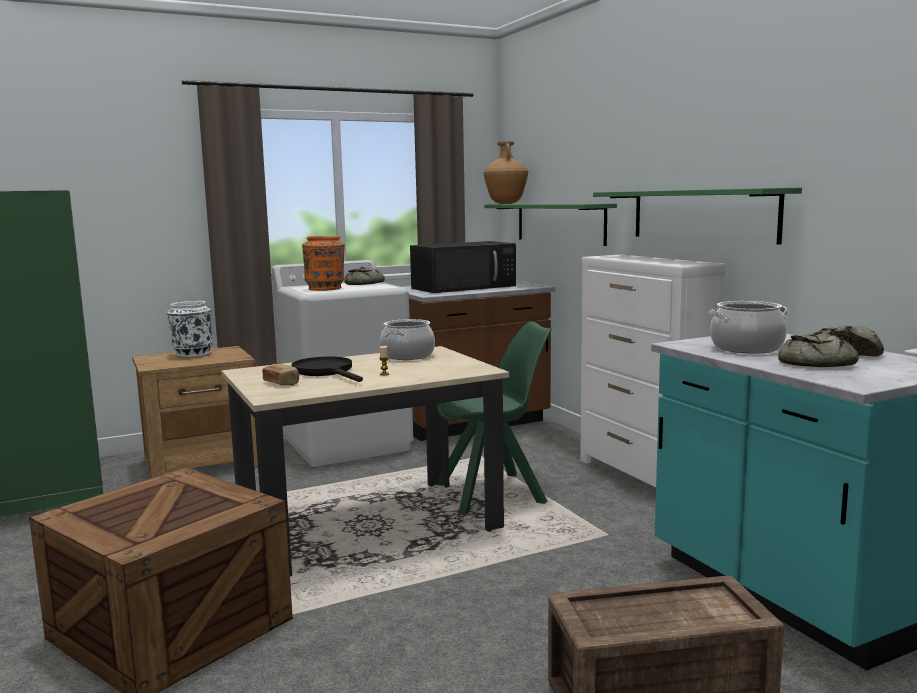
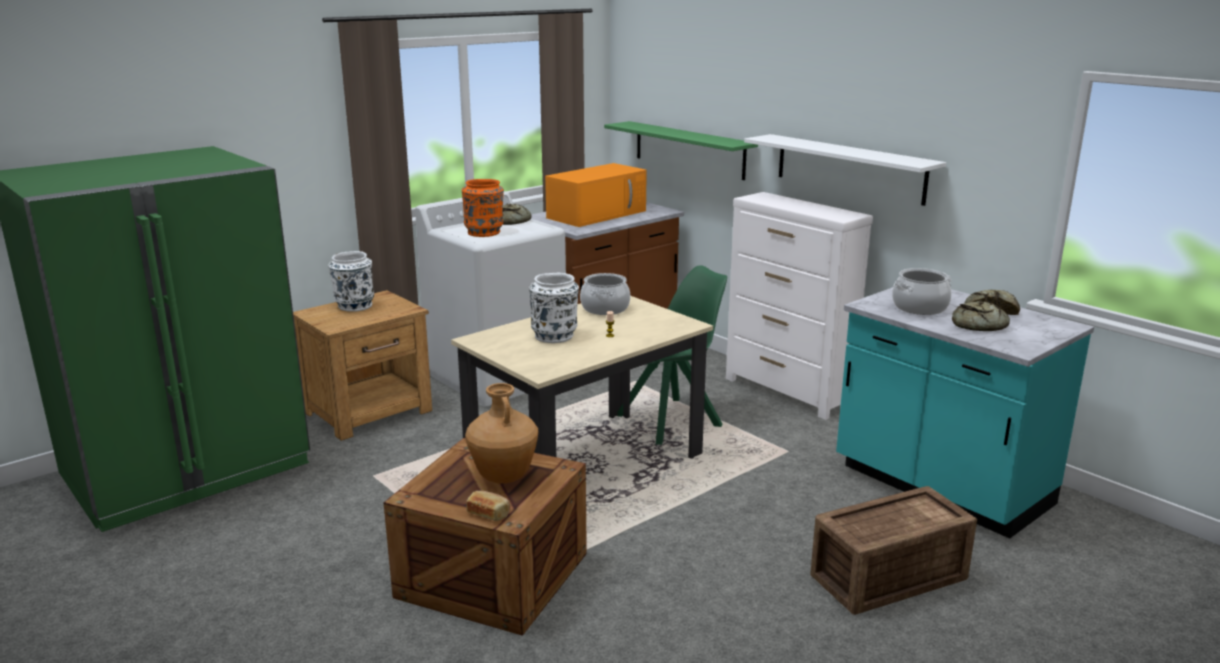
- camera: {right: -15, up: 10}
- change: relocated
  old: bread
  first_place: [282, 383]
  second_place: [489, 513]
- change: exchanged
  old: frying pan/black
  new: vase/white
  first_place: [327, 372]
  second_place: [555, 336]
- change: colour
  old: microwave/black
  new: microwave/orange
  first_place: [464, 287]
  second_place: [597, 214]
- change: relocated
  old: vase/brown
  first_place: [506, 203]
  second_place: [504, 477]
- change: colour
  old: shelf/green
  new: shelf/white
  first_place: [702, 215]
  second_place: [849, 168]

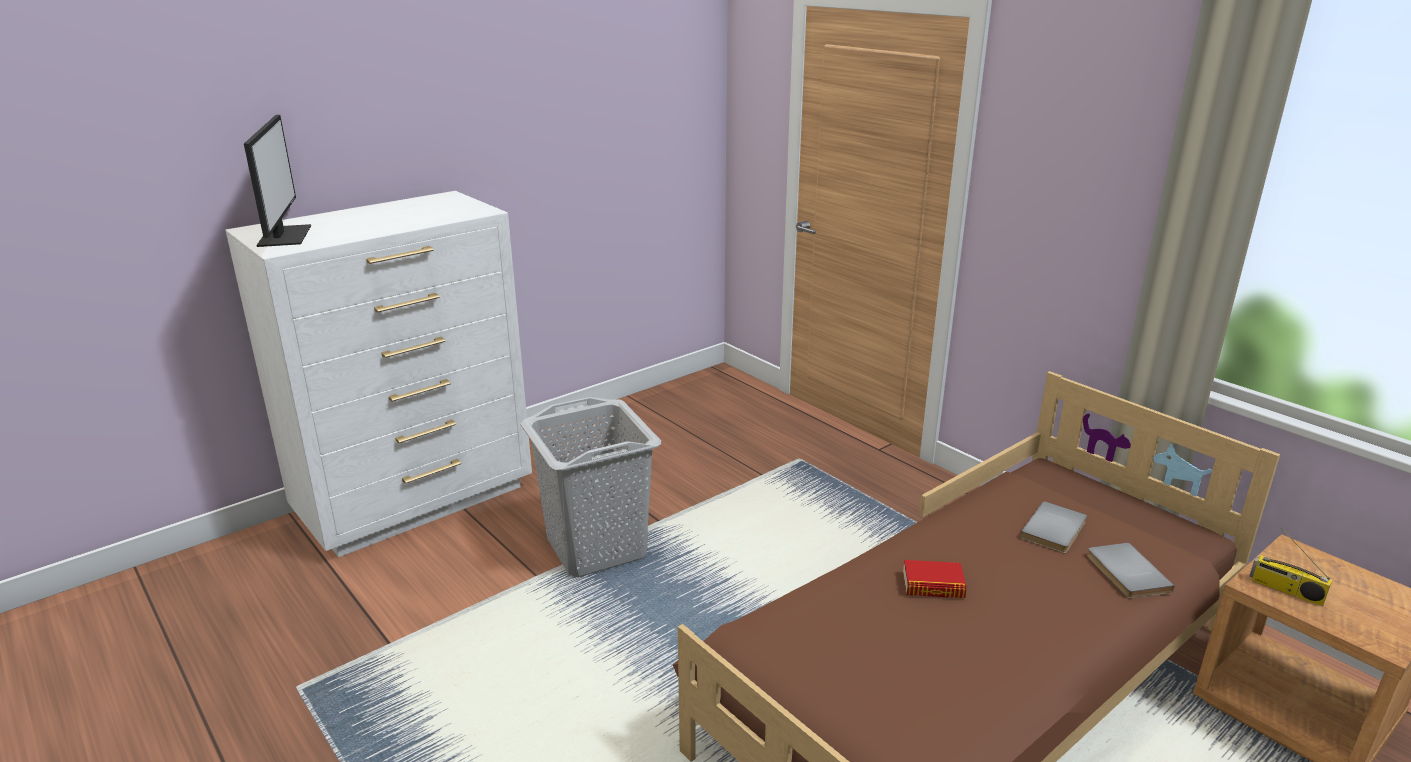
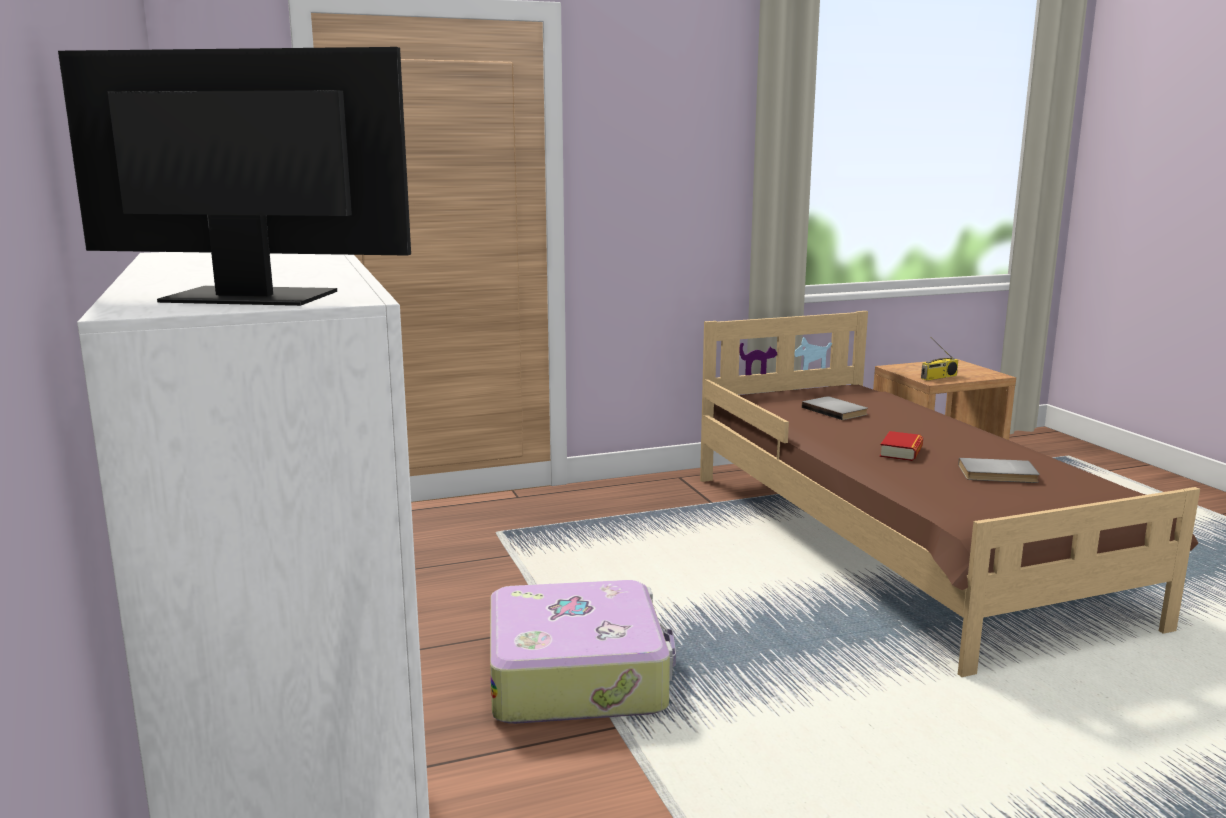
- camera: {right: -70, up: -10}
- change: exchanged
  old: laundry basket/grey
  new: suitcase
  first_place: [597, 547]
  second_place: [578, 674]
- change: relocated
  old: book/grey
  first_place: [1125, 573]
  second_place: [998, 474]

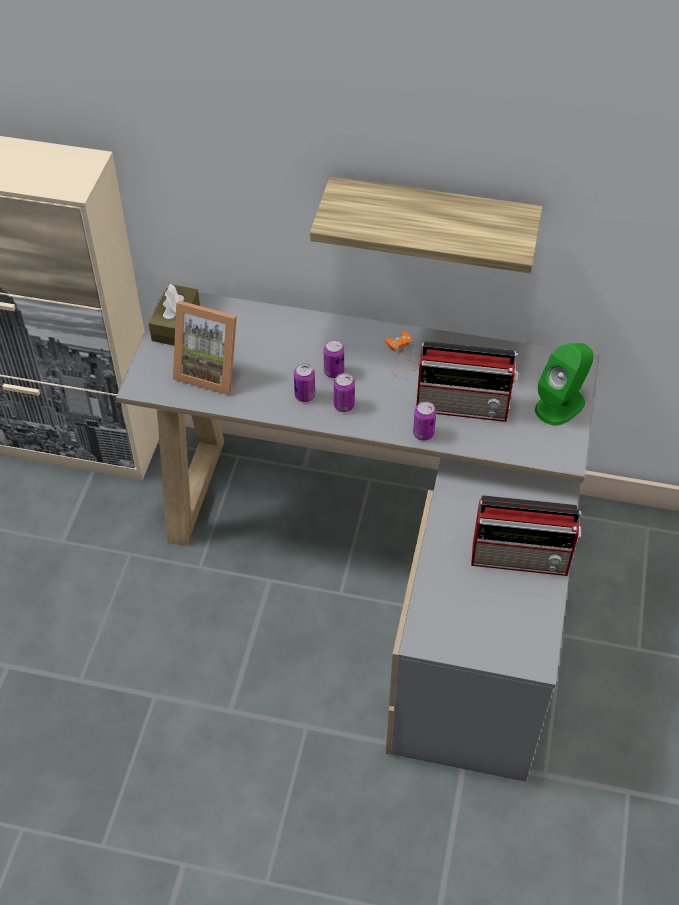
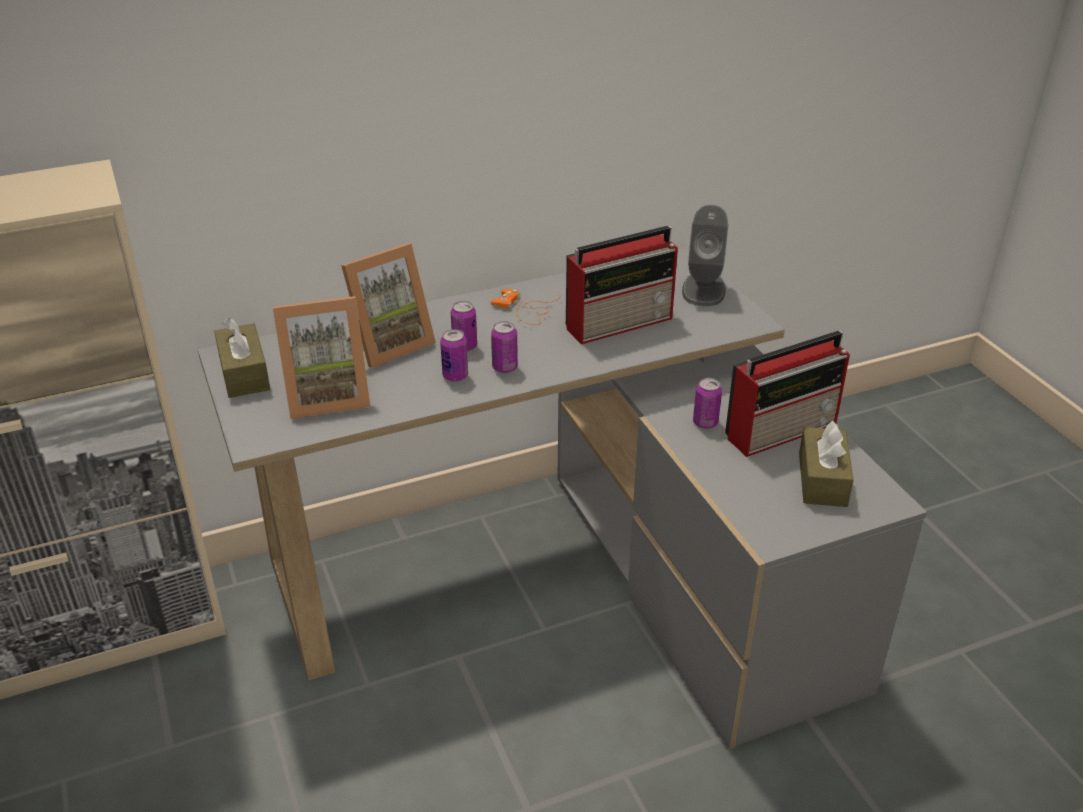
- camera: {right: -35, up: -15}
- change: missing
  old: shelf
  first_place: [432, 223]
- change: relocated
  old: can
  first_place: [423, 434]
  second_place: [705, 423]
- change: colour
  old: speaker/green
  new: speaker/grey
  first_place: [560, 405]
  second_place: [703, 289]
- change: appeared
  new: picture frame
  second_place: [388, 343]
- change: appeared
  new: tissue box/brown
  second_place: [822, 479]

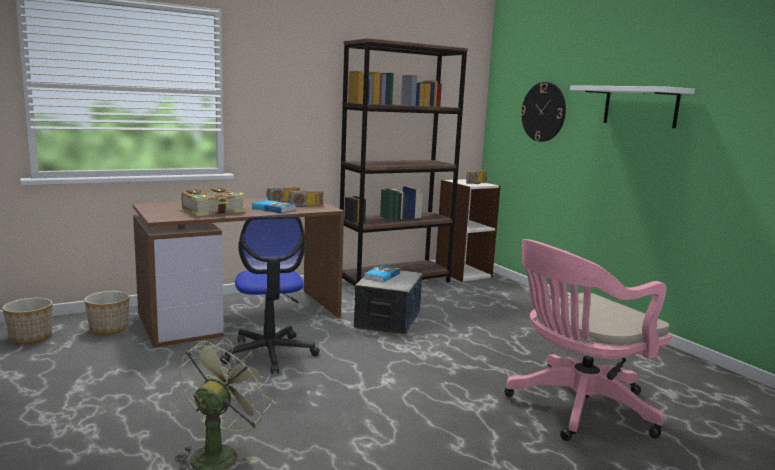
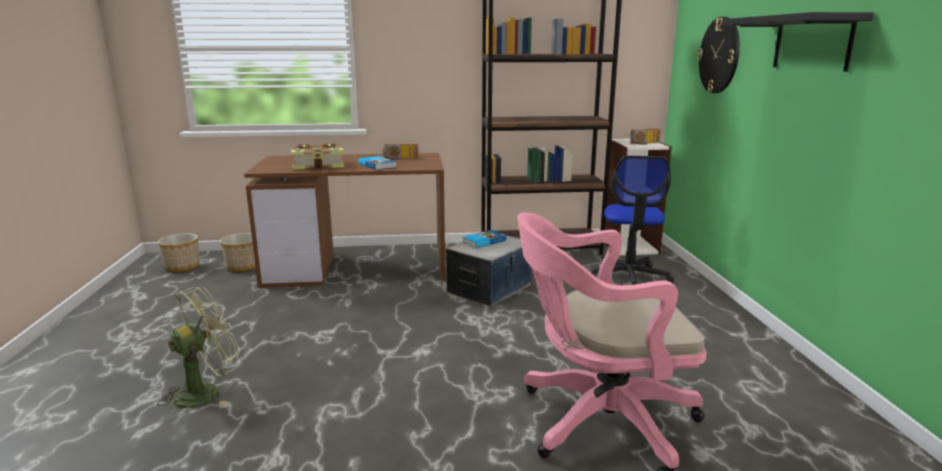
- camera: {right: 25, up: 5}
- change: relocated
  old: office chair
  first_place: [269, 353]
  second_place: [629, 277]
- change: missing
  old: radio
  first_place: [305, 206]
- change: colour
  old: shelf/white
  new: shelf/black
  first_place: [640, 106]
  second_place: [812, 43]

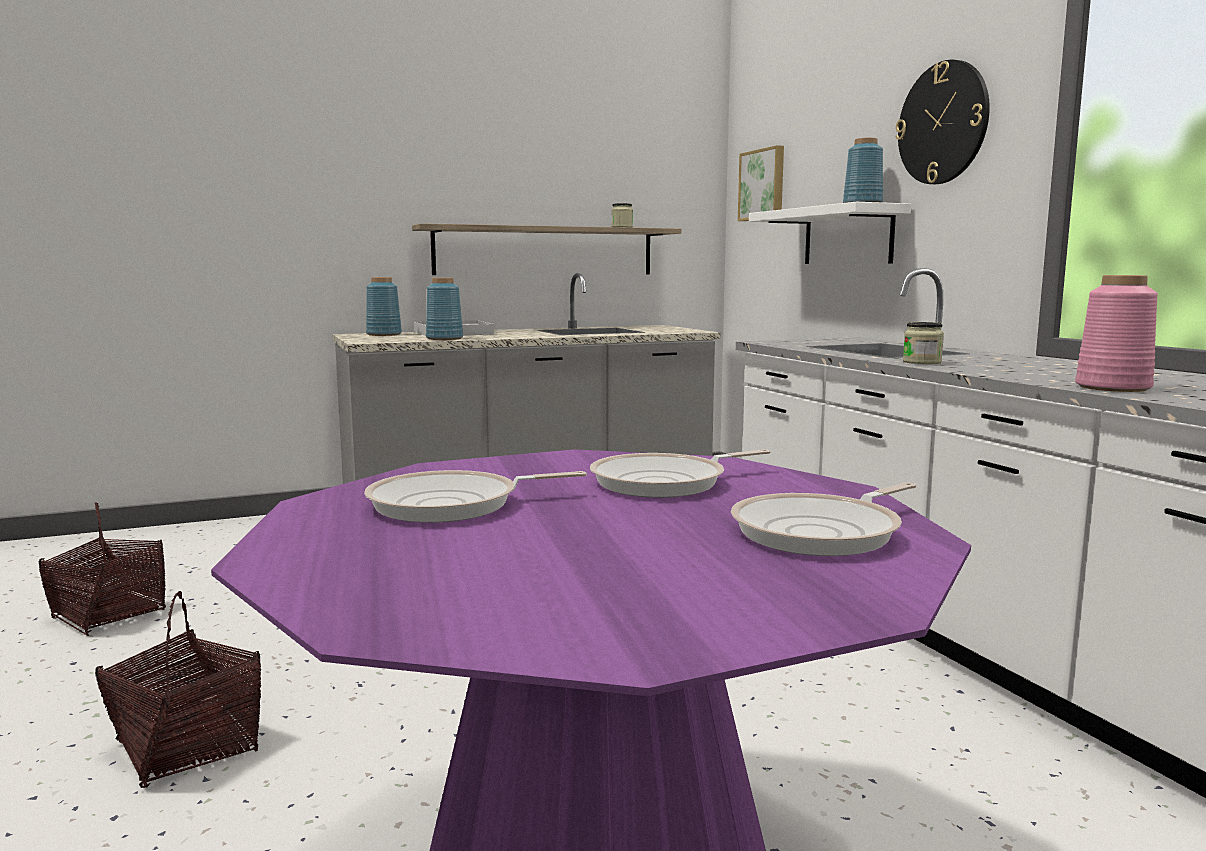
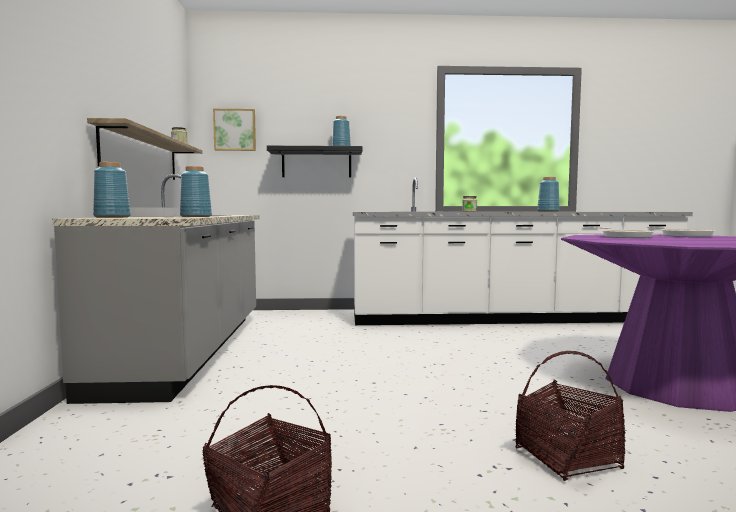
- camera: {right: -70, up: -5}
- change: missing
  old: frying pan
  first_place: [452, 505]
- change: colour
  old: shelf/white
  new: shelf/black
  first_place: [848, 236]
  second_place: [316, 163]
- change: missing
  old: wall clock
  first_place: [943, 123]
- change: colour
  old: vase/pink
  new: vase/blue
  first_place: [1114, 387]
  second_place: [548, 211]

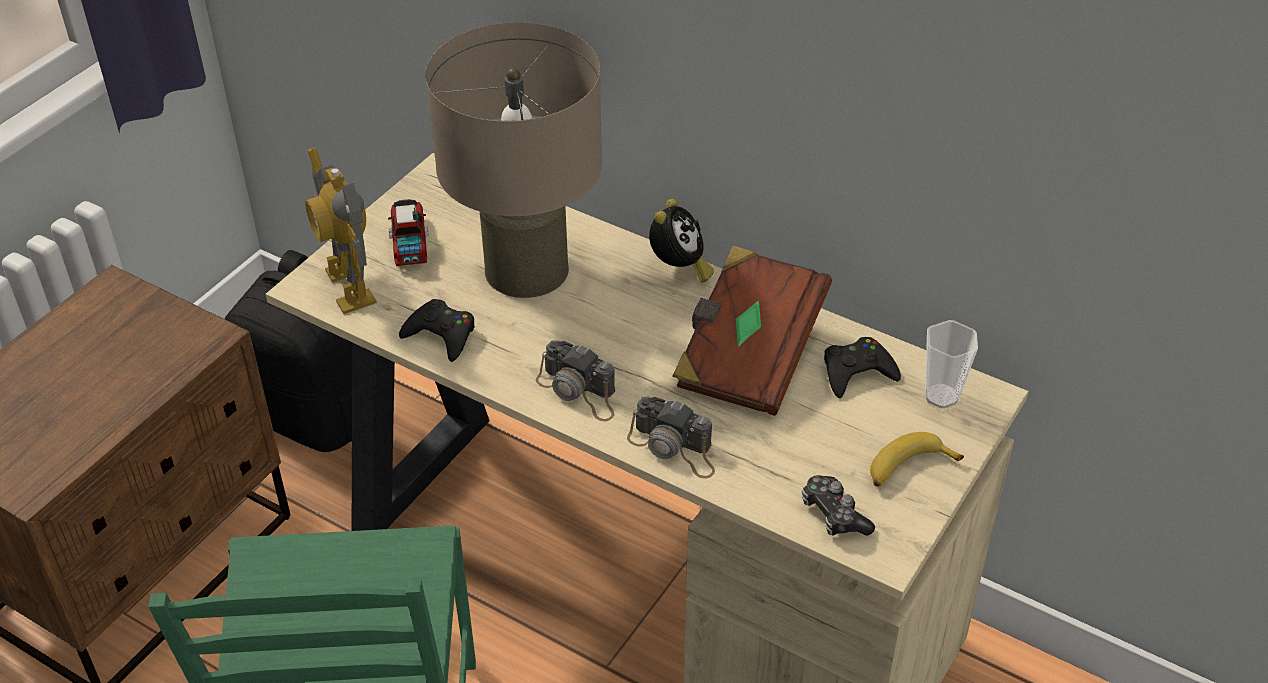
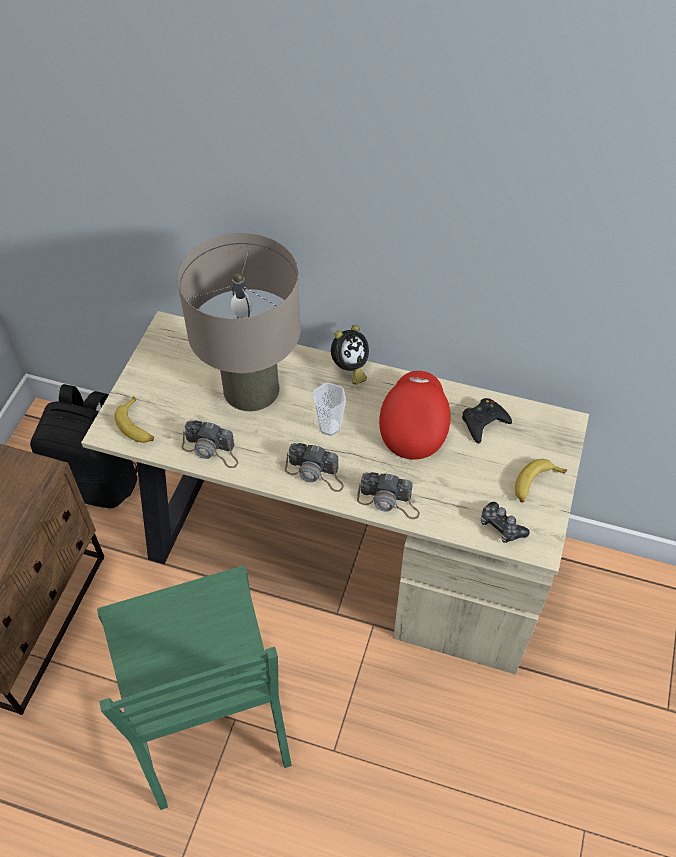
- camera: {right: -15, up: 10}
- change: exchanged
  old: toy robot
  new: banana
  first_place: [349, 287]
  second_place: [137, 426]
- change: missing
  old: toy truck
  first_place: [409, 242]
- change: exchanged
  old: game controller/black
  new: photo camera
  first_place: [441, 335]
  second_place: [211, 450]
- change: spun
  old: alarm clock
  first_place: [679, 268]
  second_place: [349, 369]
  degrees: 45
- change: exchanged
  old: book/brown
  new: cap/red
  first_place: [748, 355]
  second_place: [413, 423]
- change: relocated
  old: cup
  first_place: [941, 396]
  second_place: [329, 427]

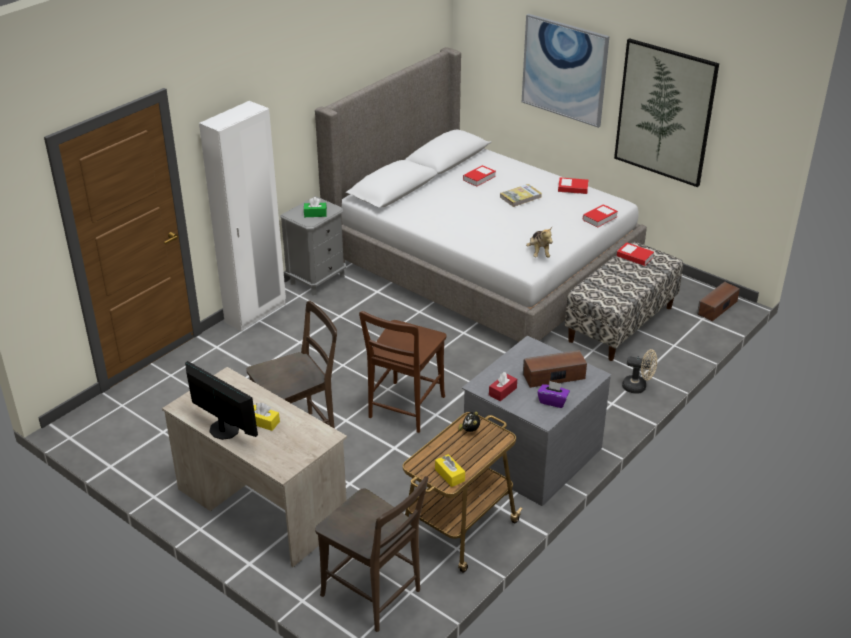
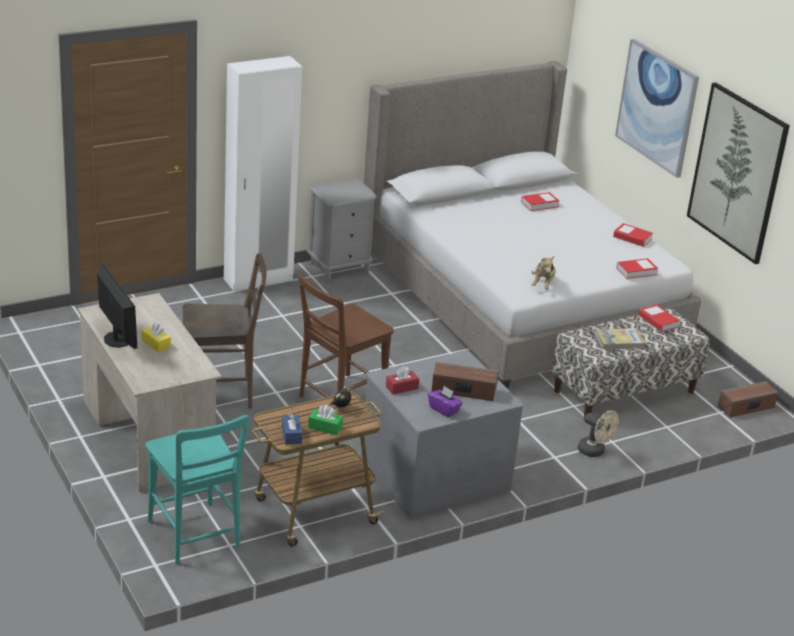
- camera: {right: 20, up: -5}
- change: relocated
  old: tissue box/green
  first_place: [315, 214]
  second_place: [325, 427]
- change: colour
  old: chair/brown
  new: chair/turquoise
  first_place: [375, 595]
  second_place: [195, 537]
- change: colour
  old: tissue box/yellow
  new: tissue box/blue
  first_place: [449, 475]
  second_place: [291, 435]
- change: relocated
  old: book
  first_place: [520, 197]
  second_place: [619, 341]

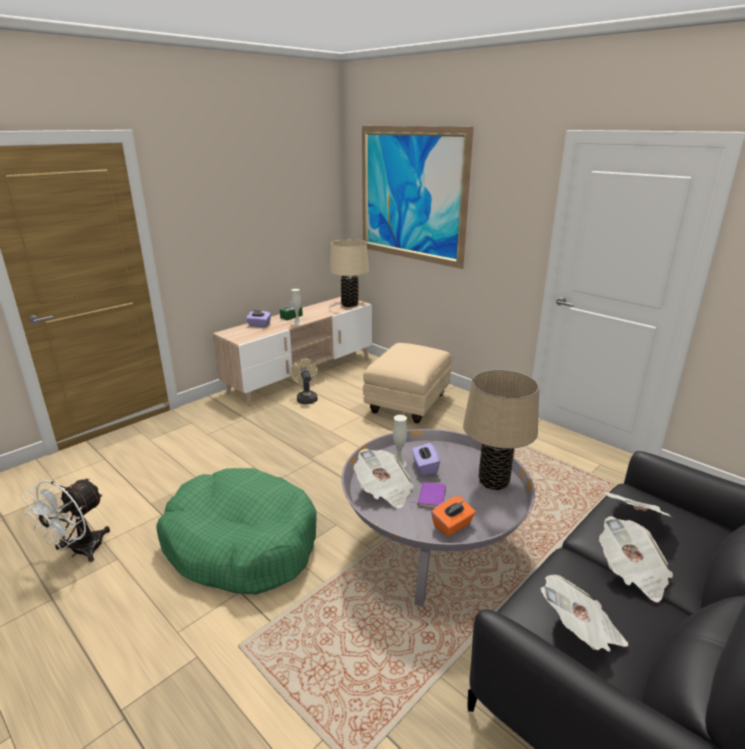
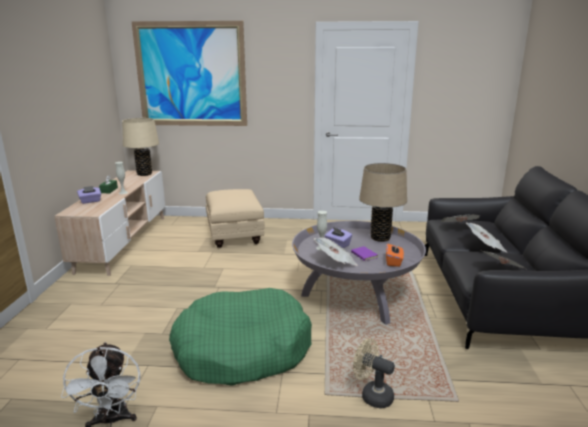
- camera: {right: -40, up: -5}
- change: relocated
  old: fan/beige
  first_place: [306, 398]
  second_place: [372, 395]

